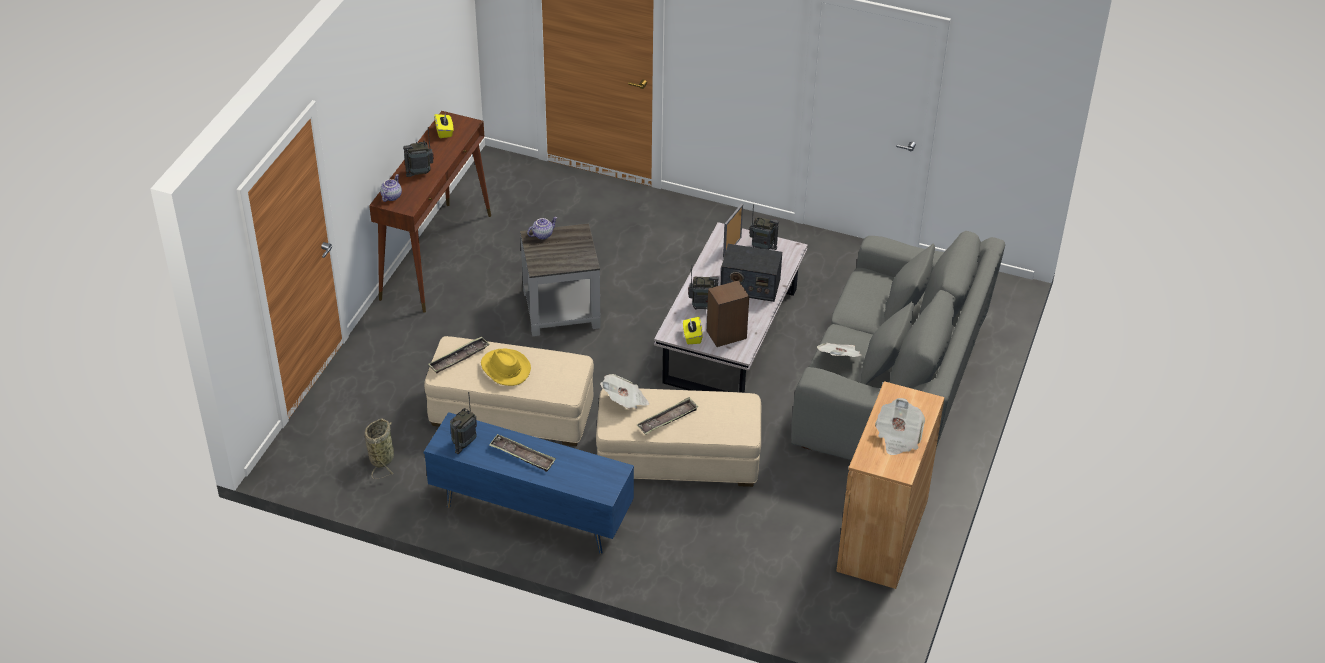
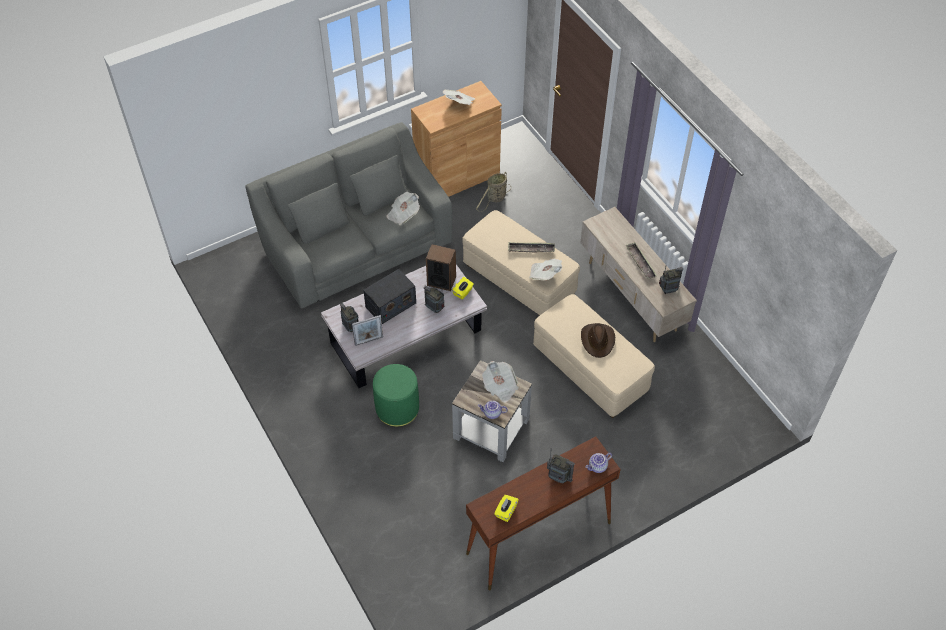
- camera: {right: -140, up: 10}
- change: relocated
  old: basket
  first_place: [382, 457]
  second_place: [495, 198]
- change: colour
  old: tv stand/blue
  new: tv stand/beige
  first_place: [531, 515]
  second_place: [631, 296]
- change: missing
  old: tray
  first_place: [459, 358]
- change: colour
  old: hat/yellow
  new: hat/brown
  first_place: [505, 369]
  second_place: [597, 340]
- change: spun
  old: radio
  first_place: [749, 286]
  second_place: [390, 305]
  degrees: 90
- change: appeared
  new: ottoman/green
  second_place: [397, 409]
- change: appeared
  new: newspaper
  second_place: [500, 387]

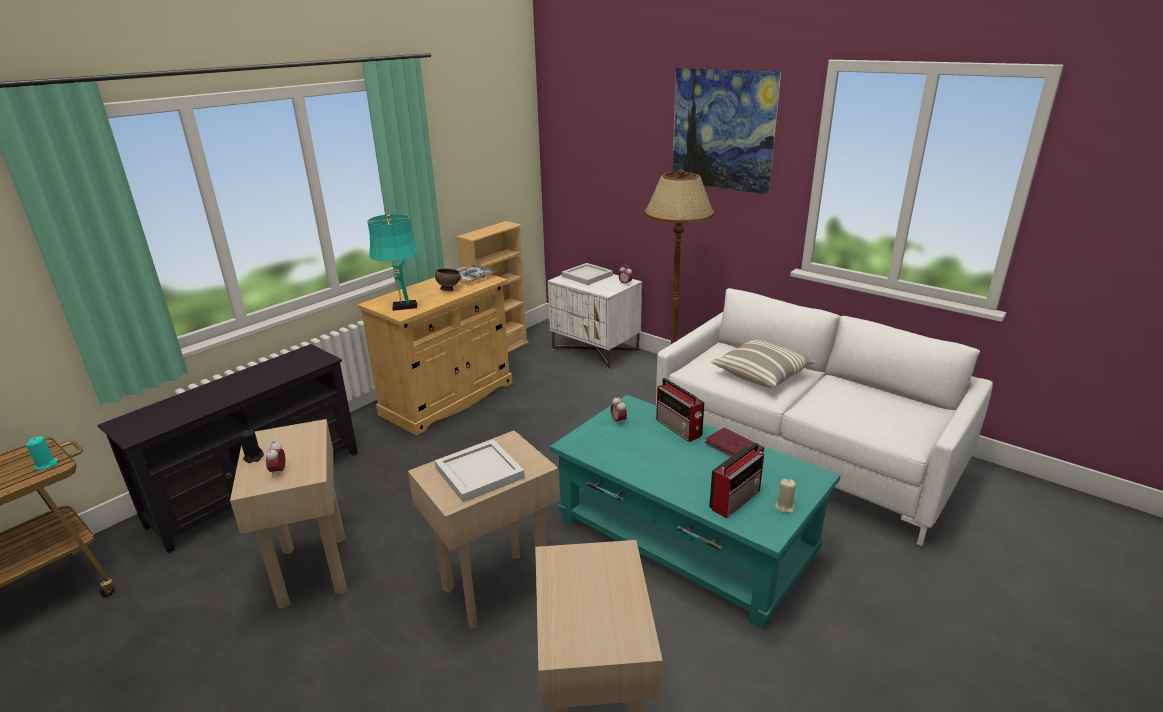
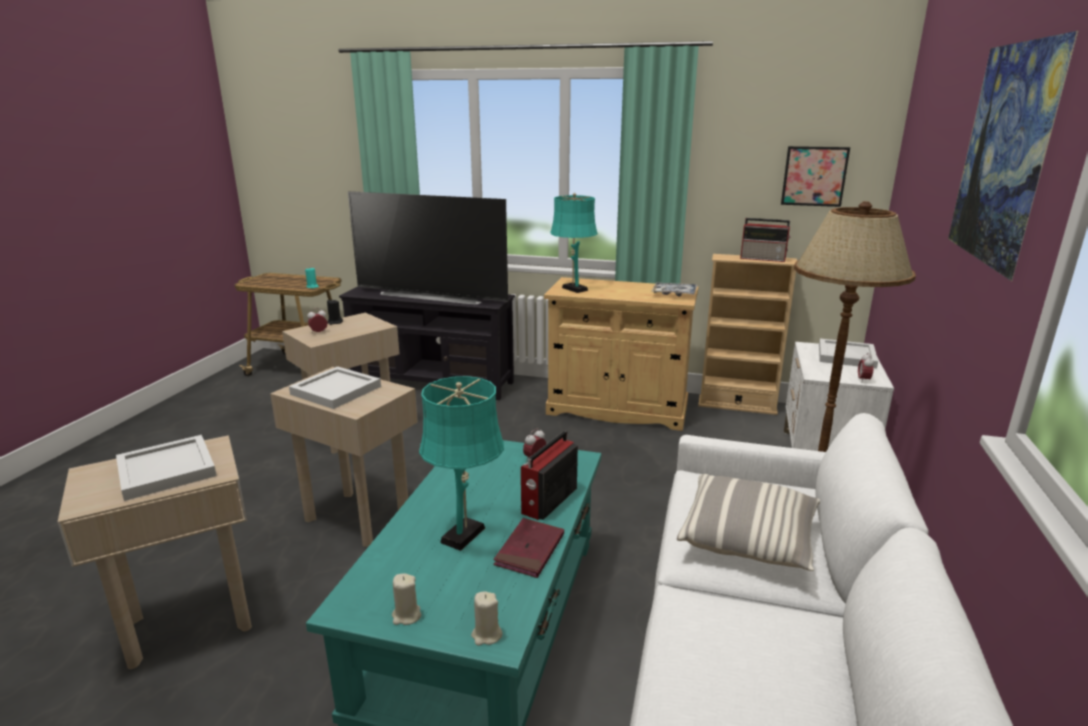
- camera: {right: 65, up: -5}
- change: missing
  old: bowl/brown
  first_place: [448, 290]
- change: relocated
  old: radio
  first_place: [736, 499]
  second_place: [764, 259]
- change: appeared
  new: tray/white
  second_place: [165, 471]
- change: appeared
  new: television
  second_place: [433, 295]
- change: appeared
  new: table lamp/turquoise
  second_place: [466, 532]
- change: appeared
  new: candle/beige
  second_place: [486, 635]
- change: appeared
  new: picture
  second_place: [814, 176]

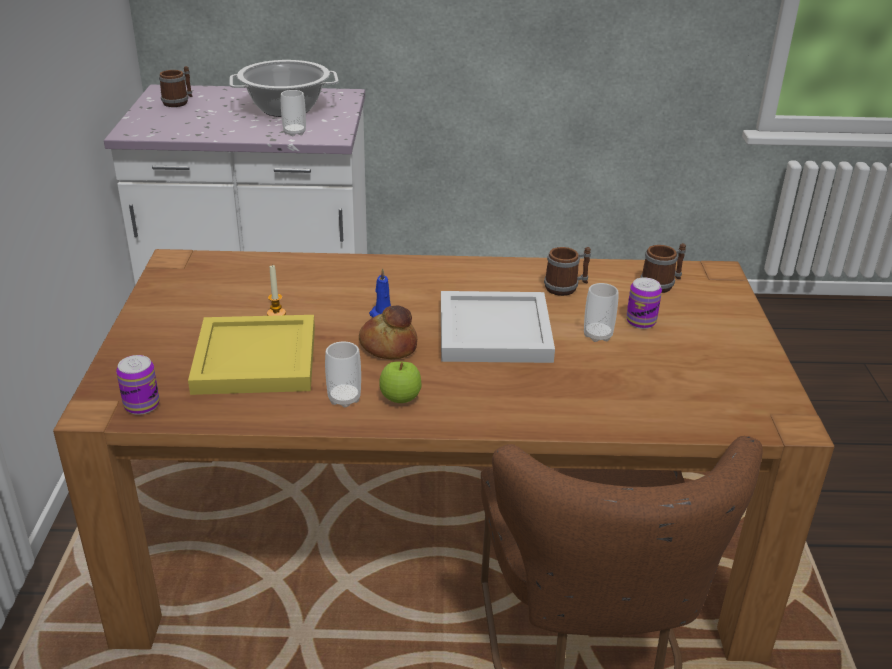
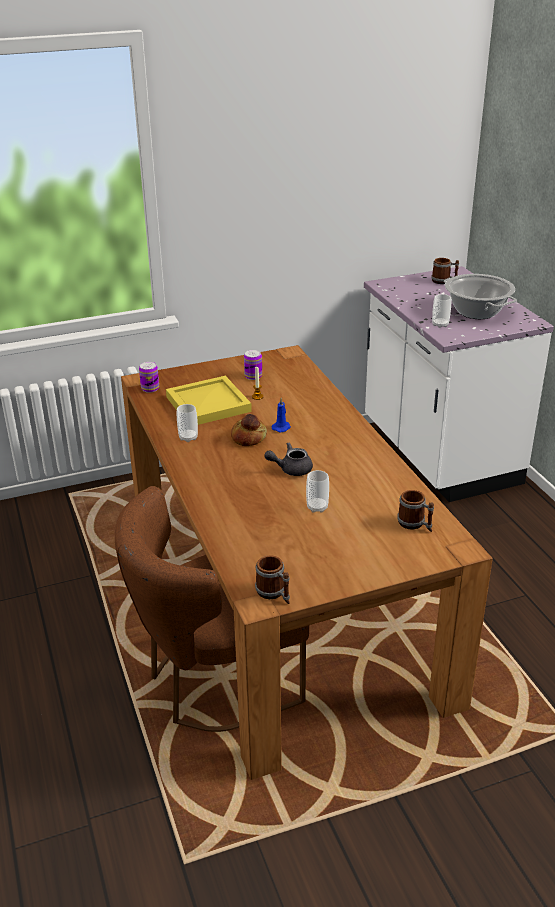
- camera: {right: 70, up: 0}
- change: missing
  old: apple
  first_place: [400, 399]
- change: exchanged
  old: tray/white
  new: teapot/grey
  first_place: [496, 332]
  second_place: [291, 469]
- change: relocated
  old: mug
  first_place: [566, 287]
  second_place: [274, 593]
- change: relocated
  old: can
  first_place: [641, 321]
  second_place: [253, 376]

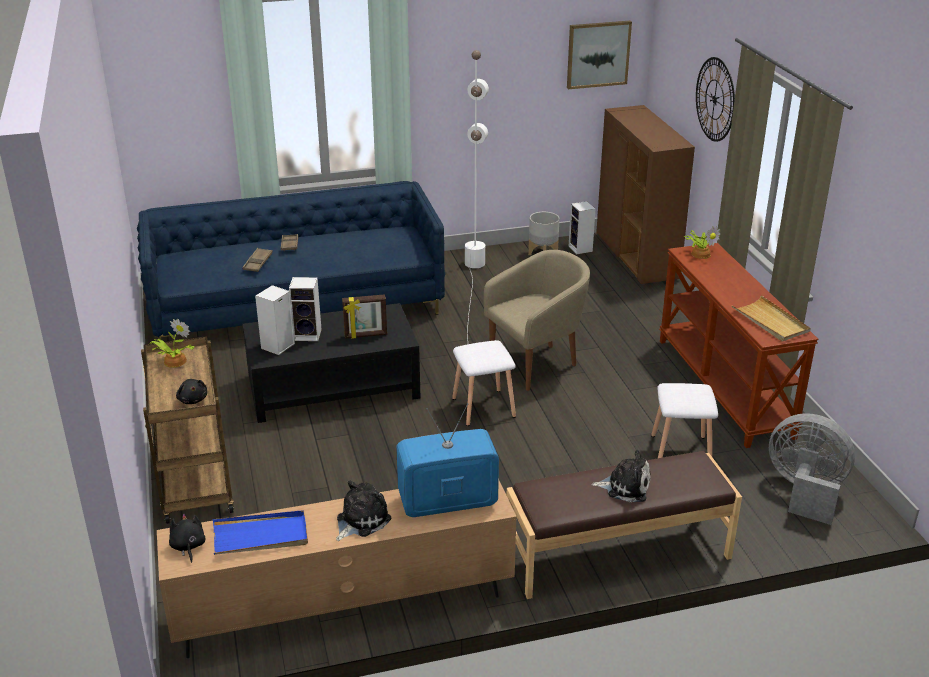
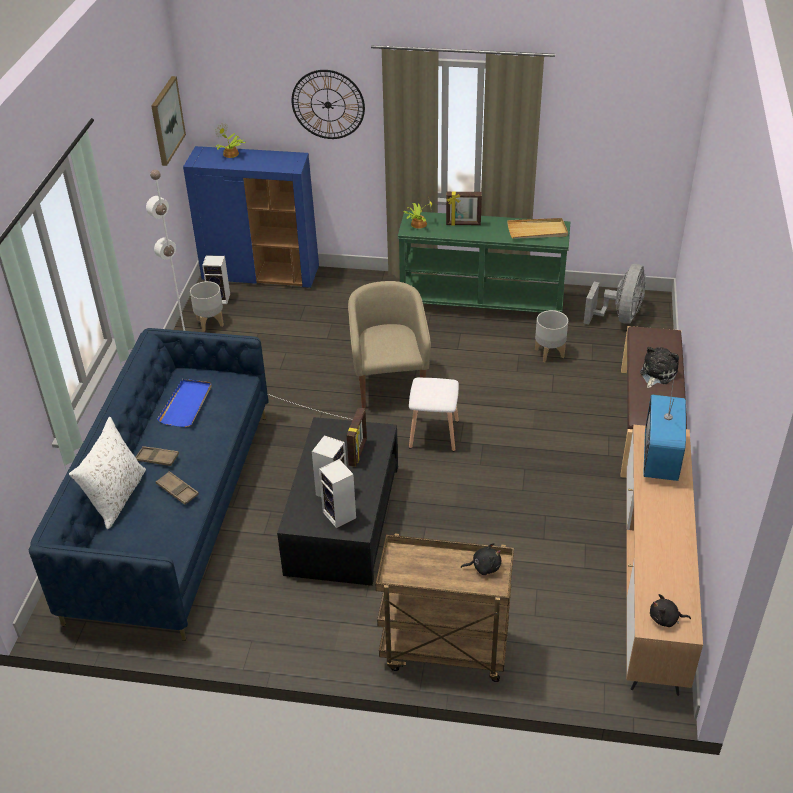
- camera: {right: -65, up: 10}
- change: relocated
  old: potted plant
  first_place: [173, 362]
  second_place: [231, 154]
- change: relocated
  old: tray/blue
  first_place: [260, 536]
  second_place: [186, 404]
- change: missing
  old: plush toy
  first_place: [360, 520]
- change: colour
  old: cabinet/brown
  new: cabinet/blue
  first_place: [637, 257]
  second_place: [261, 274]
- change: exchanged
  old: stool/white
  new: planter/grey
  first_place: [681, 452]
  second_place: [549, 353]
- change: colour
  old: console table/brown
  new: console table/green
  first_place: [725, 387]
  second_place: [482, 303]
- change: spun
  old: fan/grey
  first_place: [805, 491]
  second_place: [619, 317]
  degrees: 150
- change: appeared
  new: pillow/white
  second_place: [116, 497]
- change: appeared
  new: picture frame
  second_place: [463, 224]

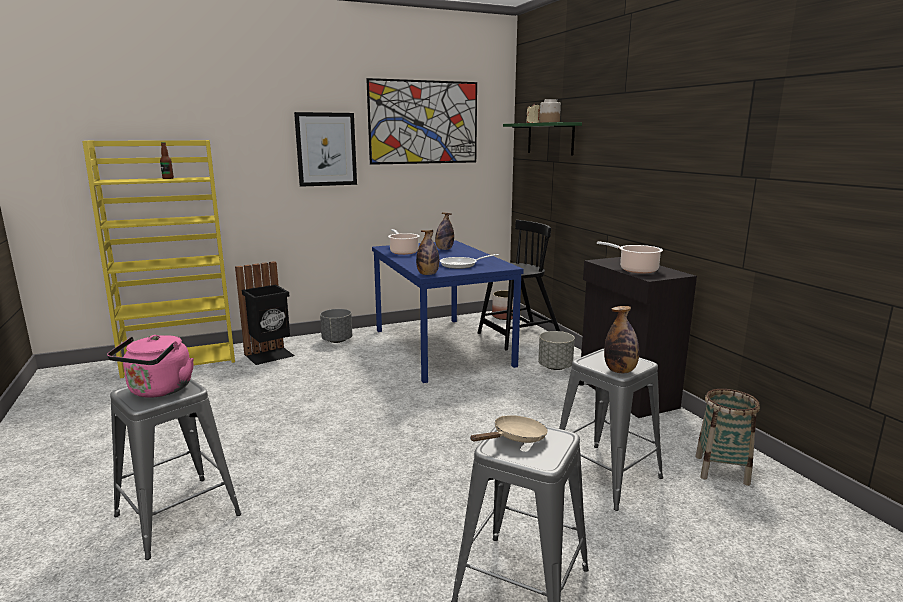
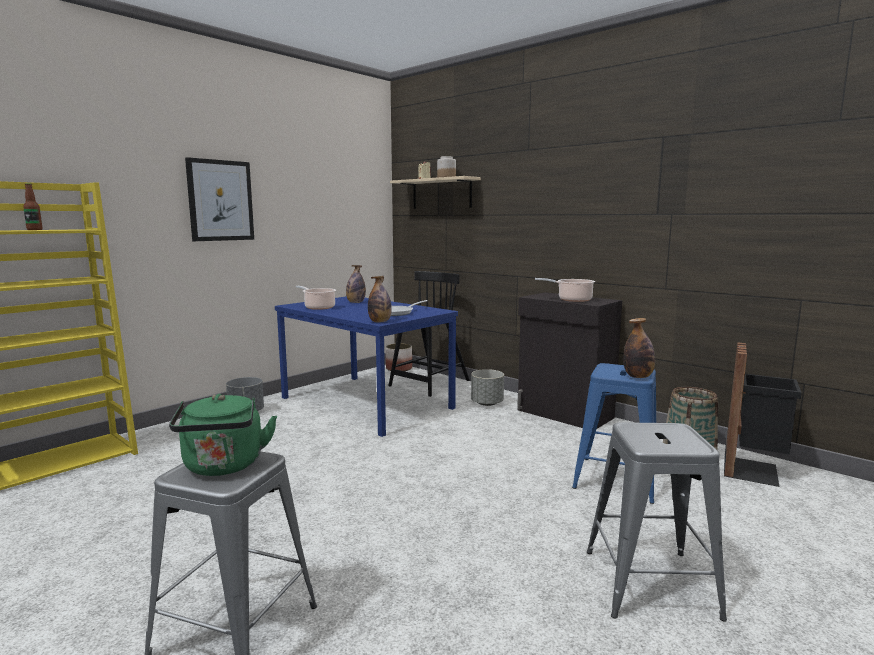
- camera: {right: -25, up: -5}
- change: colour
  old: kettle/pink
  new: kettle/green
  first_place: [158, 391]
  second_place: [224, 467]
- change: relocated
  old: trash can/black
  first_place: [270, 355]
  second_place: [754, 470]
- change: missing
  old: picture
  first_place: [424, 122]
- change: missing
  old: frying pan/beige
  first_place: [515, 438]
- change: colour
  old: shelf/green
  new: shelf/beige
  first_place: [550, 138]
  second_place: [441, 194]
- change: colour
  old: stool/grey
  new: stool/blue
  first_place: [605, 475]
  second_place: [616, 479]

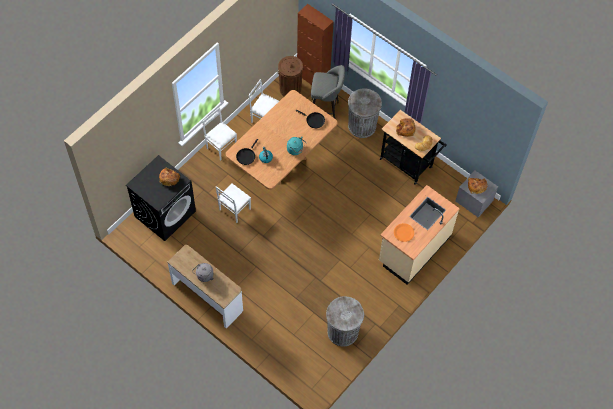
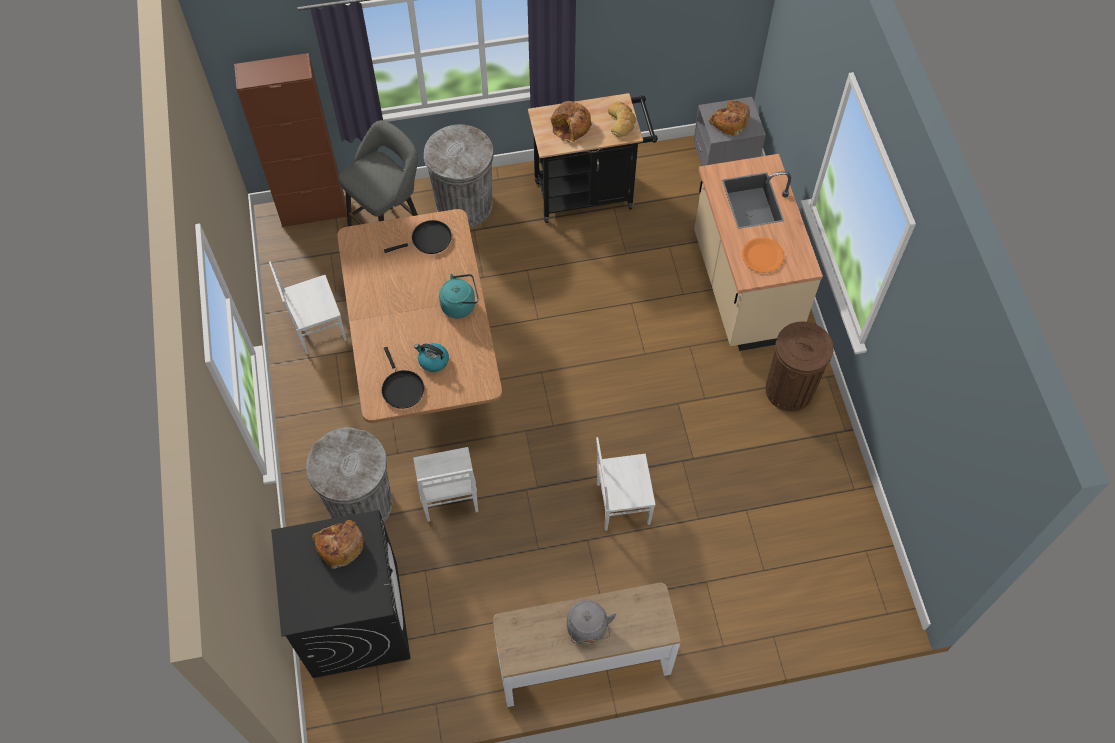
- camera: {right: -50, up: 0}
- change: relocated
  old: chair/white
  first_place: [221, 147]
  second_place: [621, 503]
- change: relocated
  old: trash can/brown
  first_place: [290, 89]
  second_place: [789, 390]
- change: relocated
  old: trash can/grey
  first_place: [342, 332]
  second_place: [360, 504]

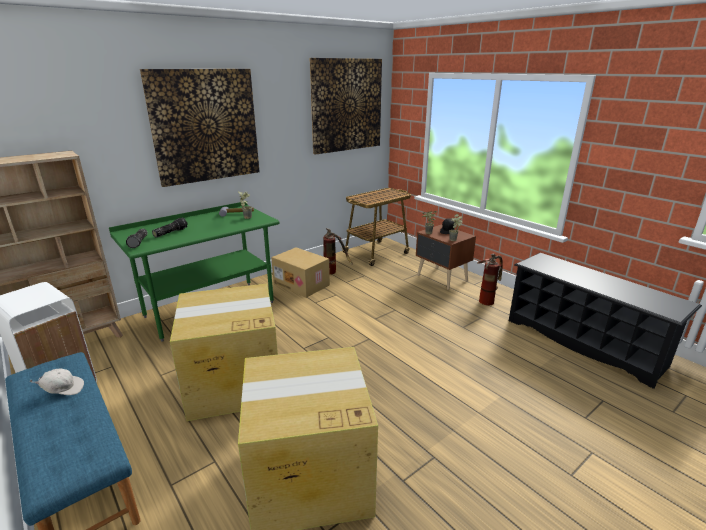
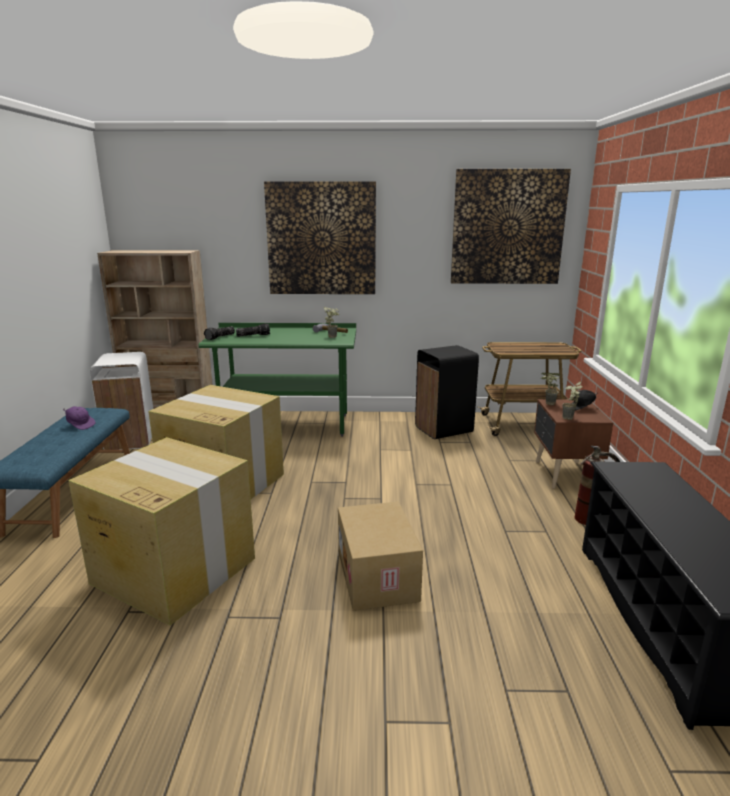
- camera: {right: 40, up: -5}
- change: colour
  old: cap/white
  new: cap/purple
  first_place: [63, 390]
  second_place: [80, 425]
- change: relocated
  old: cardboard box
  first_place: [302, 284]
  second_place: [379, 576]
- change: exchanged
  old: fire extinguisher
  new: trash can/black
  first_place: [334, 272]
  second_place: [443, 429]

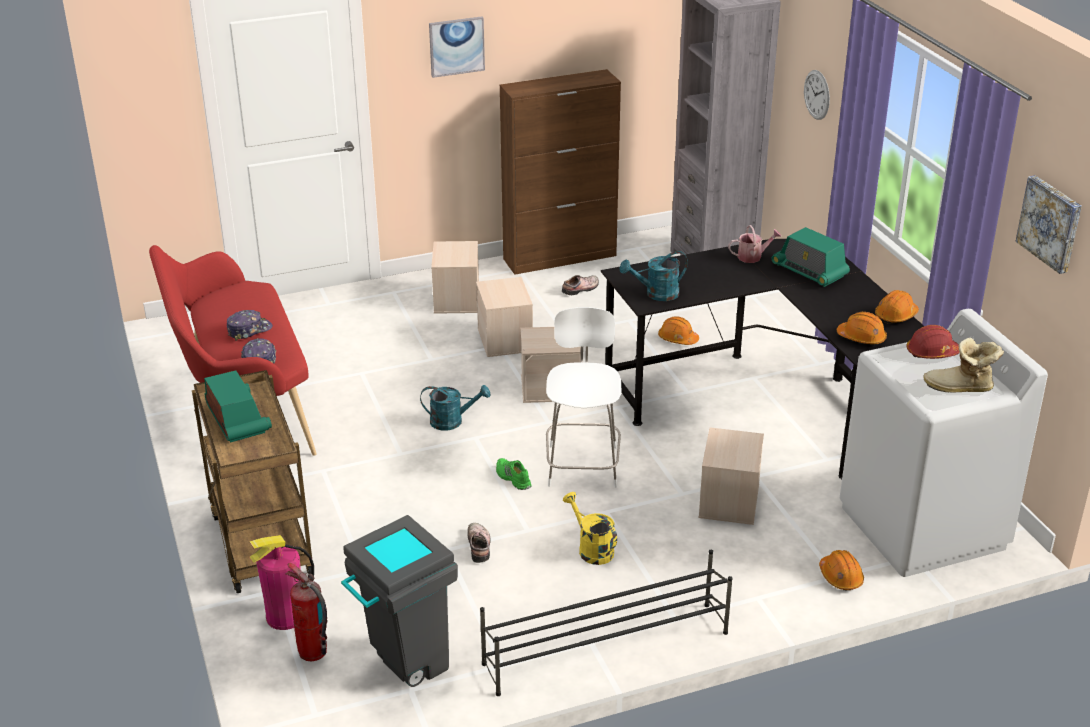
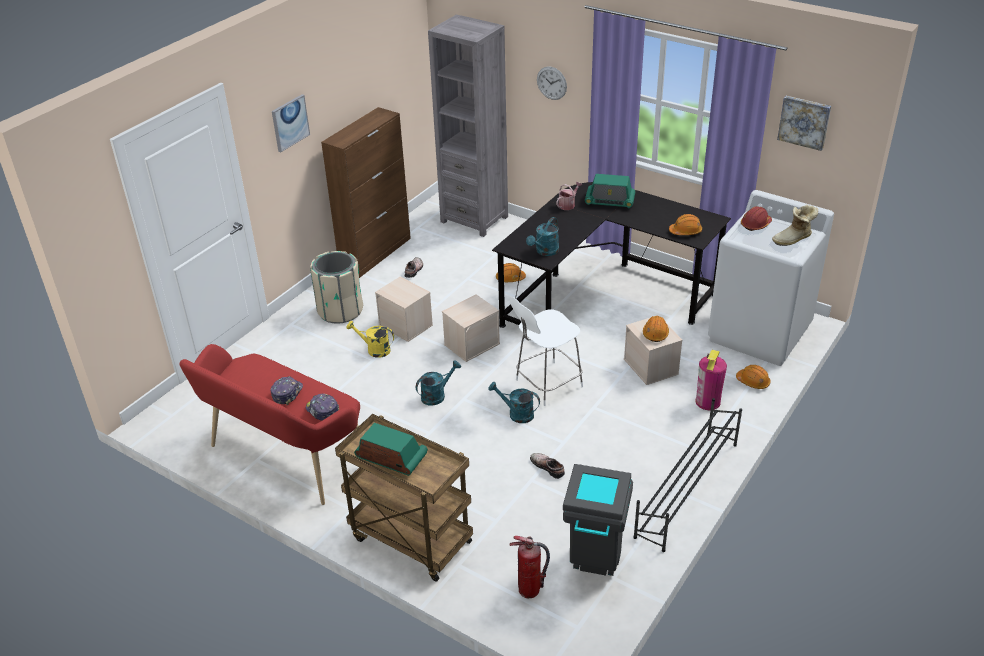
- camera: {right: -35, up: 5}
- change: relocated
  old: fire extinguisher
  first_place: [285, 616]
  second_place: [708, 402]
- change: exchanged
  old: storage box/beige
  new: trash can/beige
  first_place: [456, 299]
  second_place: [340, 311]
- change: exchanged
  old: shoe/green
  new: watering can/turquoise
  first_place: [512, 478]
  second_place: [516, 414]
- change: spun
  old: chair/white
  first_place: [583, 464]
  second_place: [547, 384]
  degrees: -90
- change: relocated
  old: watering can/yellow
  first_place: [591, 549]
  second_place: [374, 350]
- change: relocated
  old: hard hat/orange
  first_place: [895, 315]
  second_place: [655, 333]

